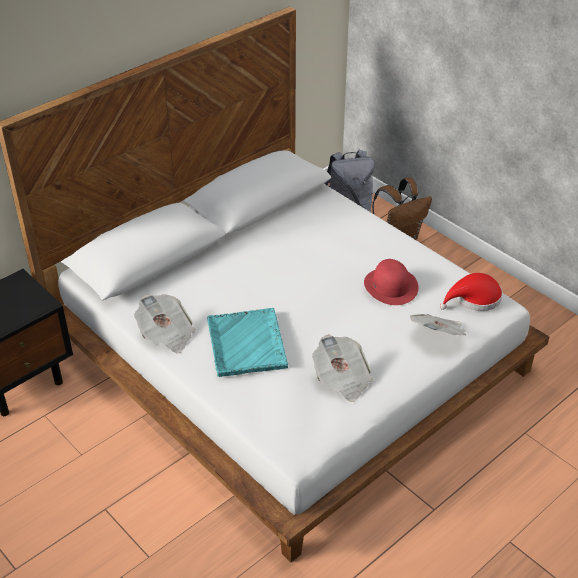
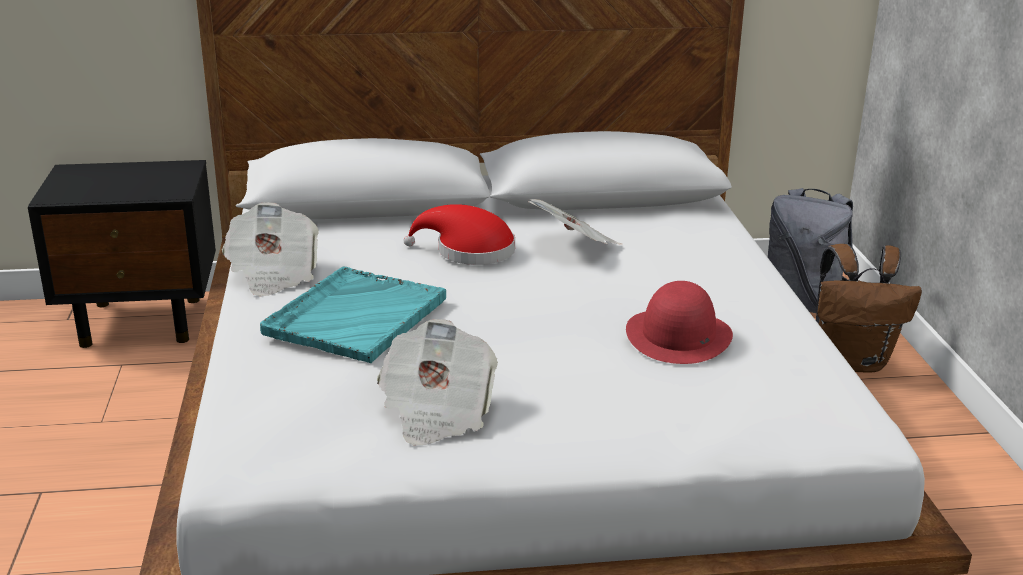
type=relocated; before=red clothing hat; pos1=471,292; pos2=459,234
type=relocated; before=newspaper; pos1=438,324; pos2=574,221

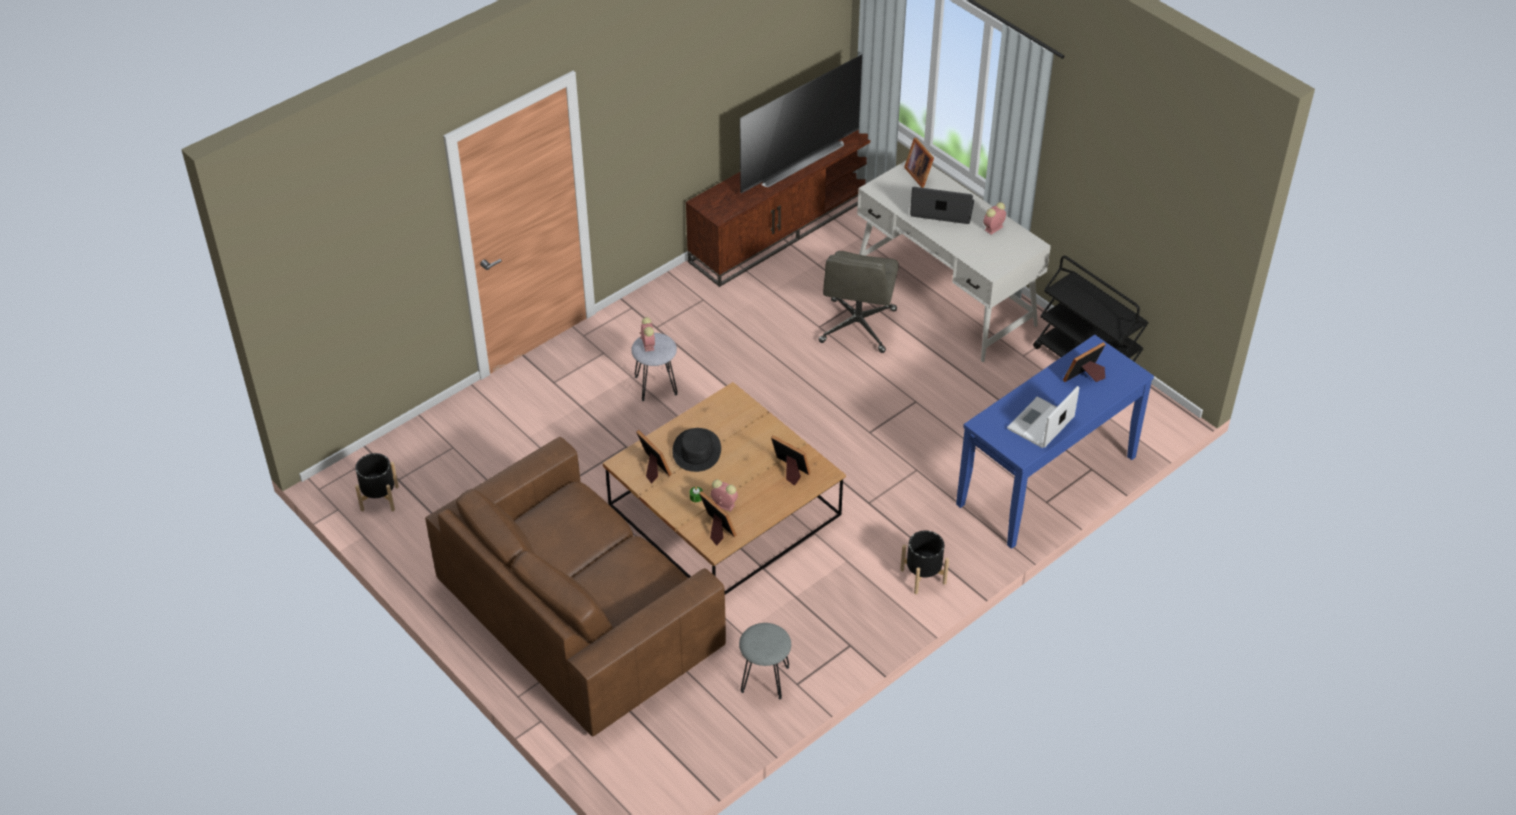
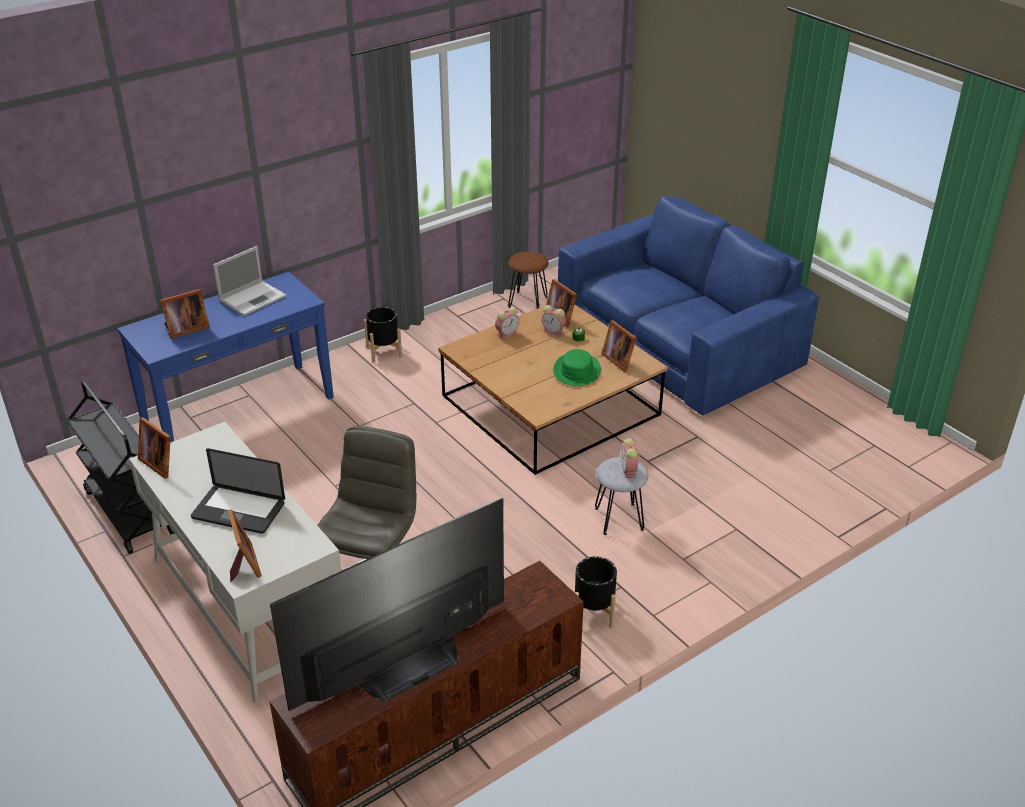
type=relocated; before=table clock; pos1=995,218; pos2=507,323
type=colour; before=black-coloured clothing hat; after=green clothing hat; pos1=696,450; pos2=577,367
type=relocated; before=standing frame; pos1=791,460; pos2=154,448
type=colour; before=brown couch; after=blue-coloured couch; pos1=575,586; pos2=688,305
type=relocated; before=black-coloured flower pot; pos1=377,482; pos2=596,592
type=colour; before=grey stool; after=brown stool; pos1=765,661; pos2=528,280

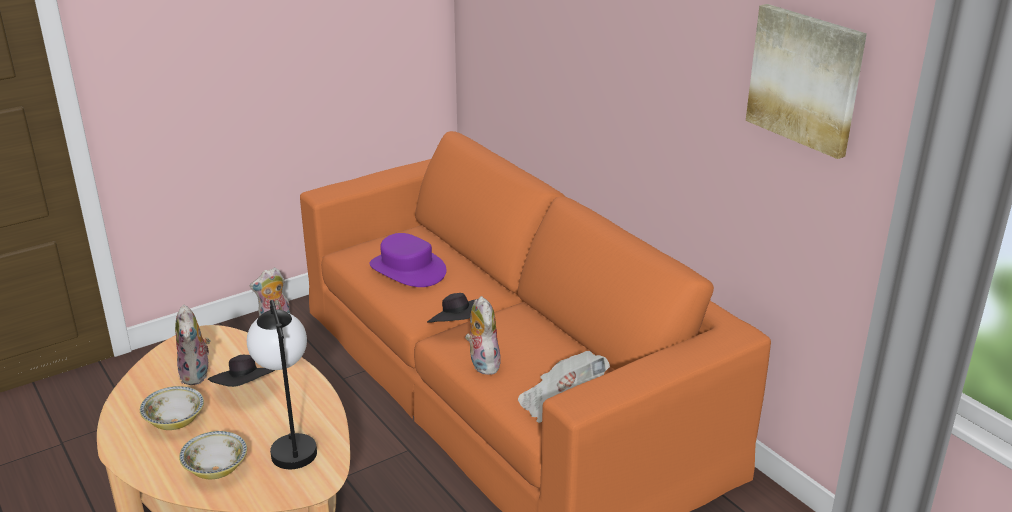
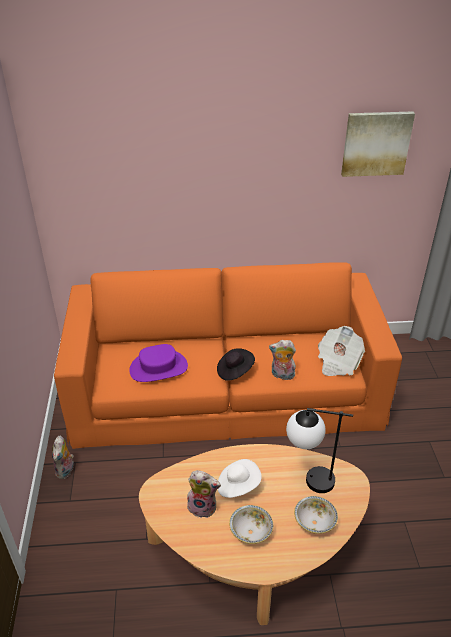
type=colour; before=black-coloured clothing hat; after=whitish clothing hat; pos1=241,371; pos2=240,478

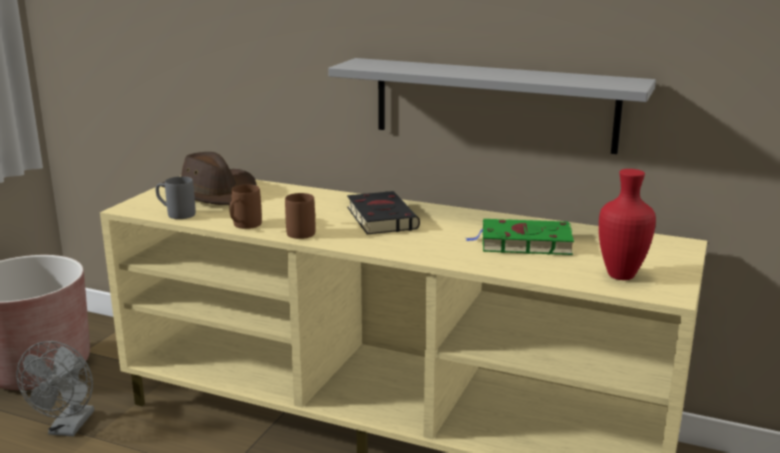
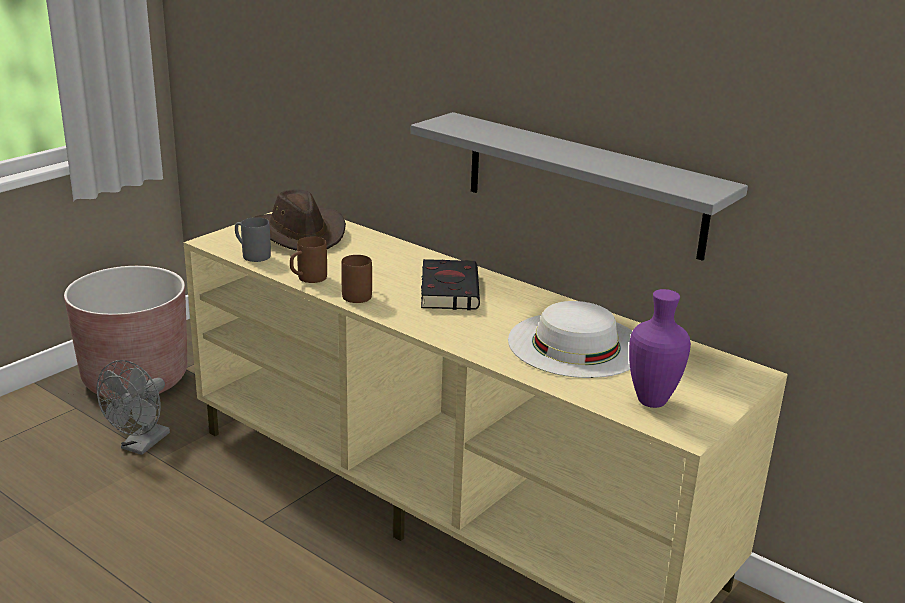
type=colour; before=red vase; after=purple vase; pos1=627,224; pos2=660,348
type=exchanged; before=green volume; after=whitish clothing hat; pos1=519,237; pos2=570,339

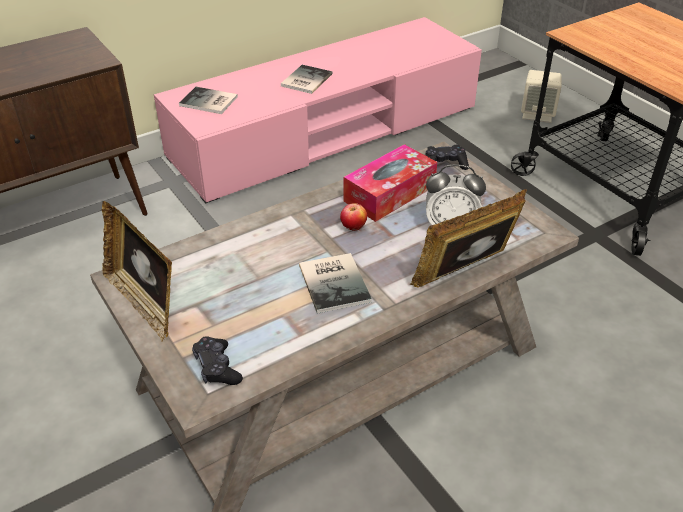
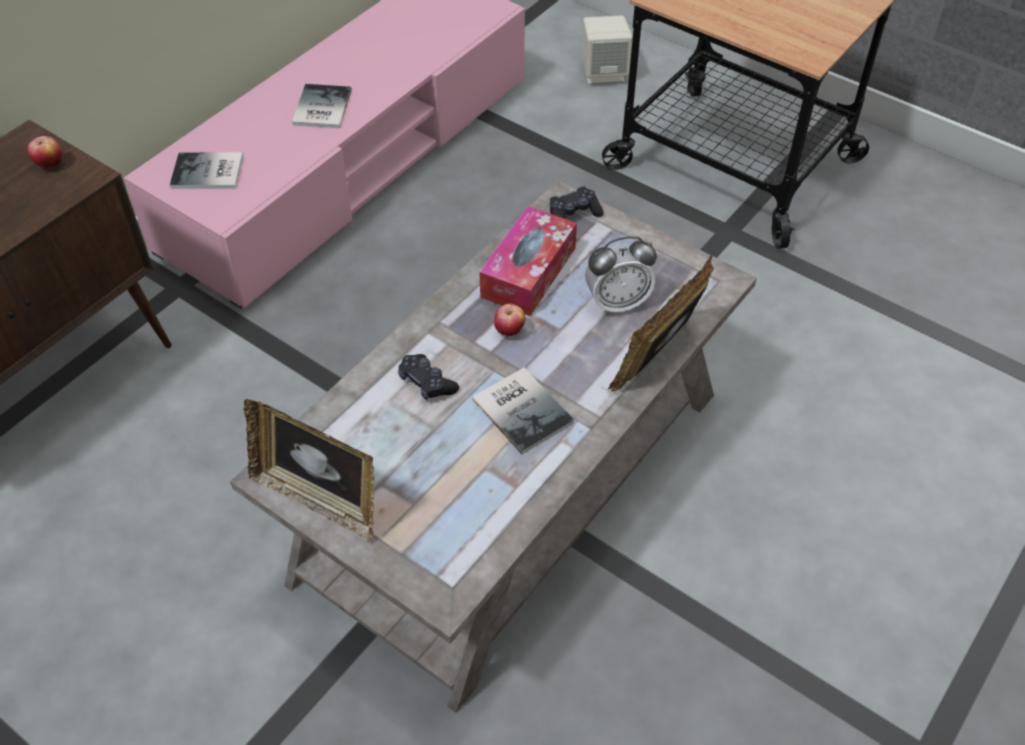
type=relocated; before=black-coloured game controller; pos1=217,360; pos2=428,377
type=appeared; after=apple; pos2=44,152

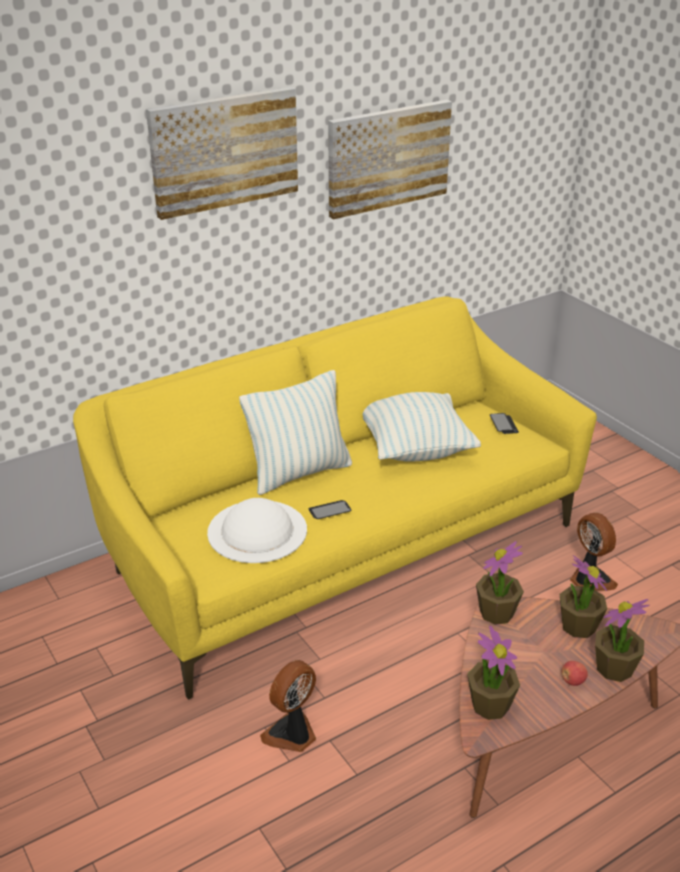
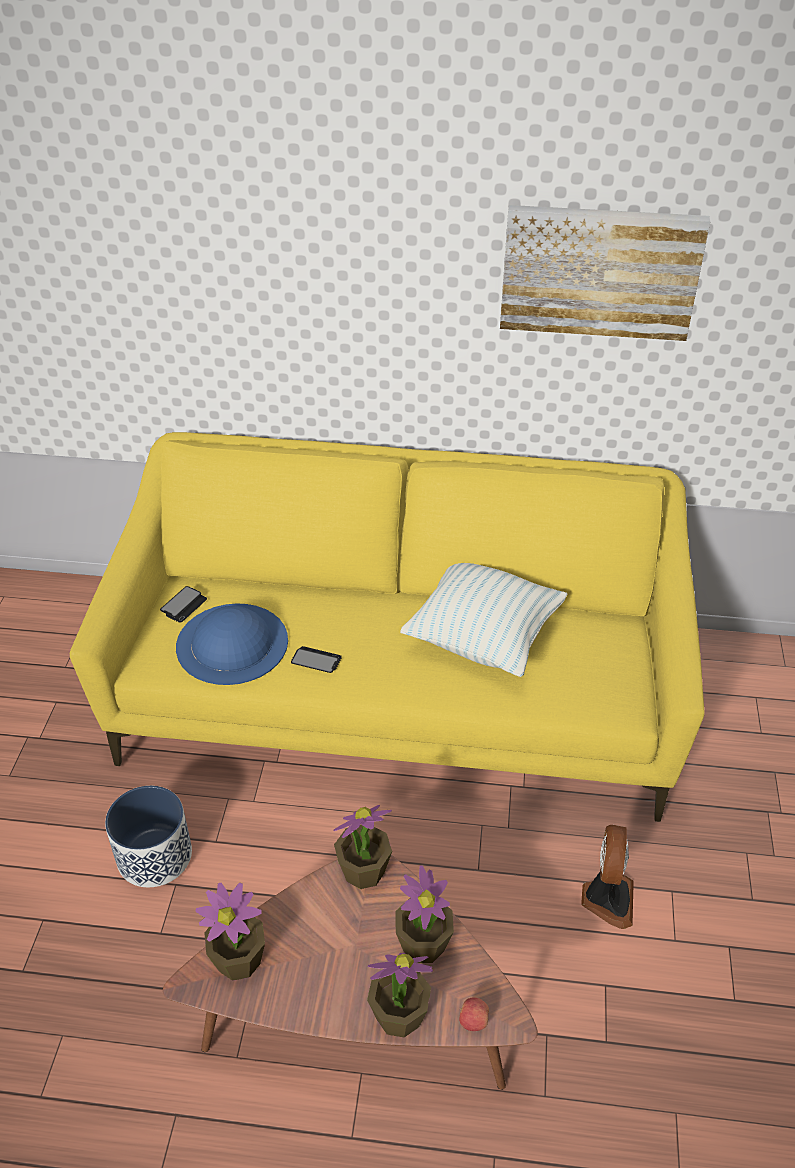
type=missing; before=wall art; pos1=222,153
type=missing; before=throw pillow; pos1=295,432
type=relocated; before=telephone; pos1=504,423; pos2=183,604
type=colour; before=whitish clothing hat; after=blue-coloured clothing hat; pos1=257,530; pos2=232,644
type=exchanged; before=cooling fan; after=flower pot; pos1=288,706; pos2=148,837
type=relocated; before=apple; pos1=575,673; pos2=474,1014

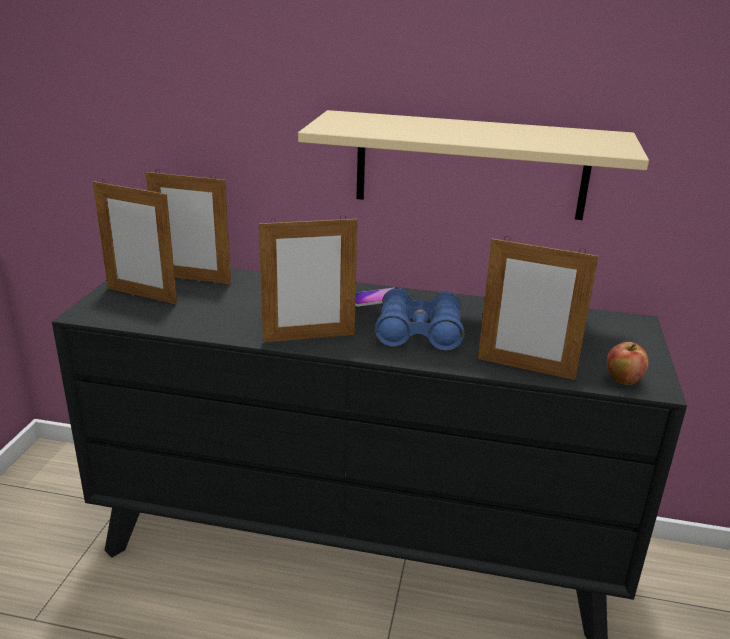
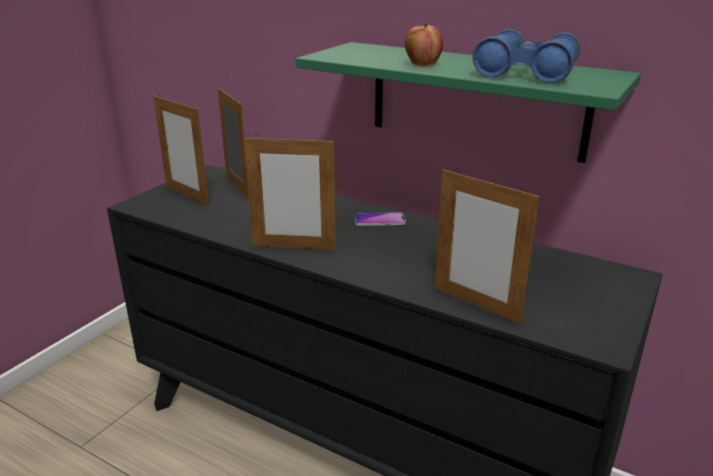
type=colour; before=sand-coloured shelf; after=green shelf; pos1=473,165; pos2=468,102
type=spun; before=standing frame; pos1=188,226; pos2=233,143; turn=-150
type=relocated; before=blue-coloured pair of binoculars; pos1=419,319; pos2=526,56
type=relocated; before=apple; pos1=628,363; pos2=424,45

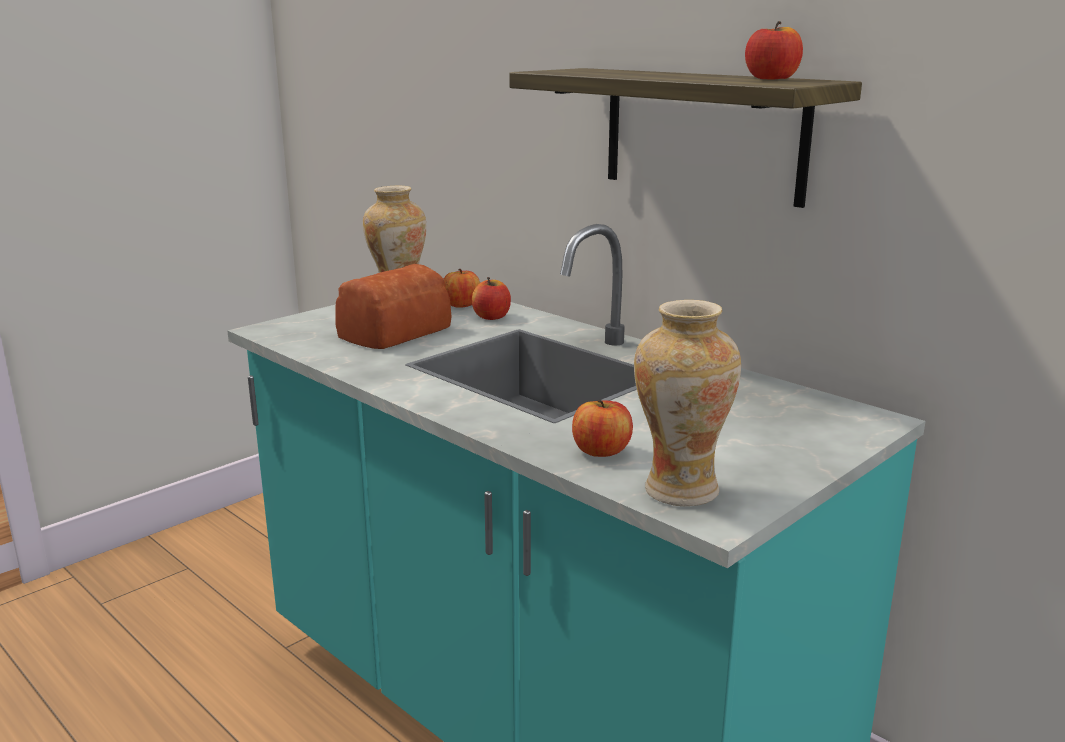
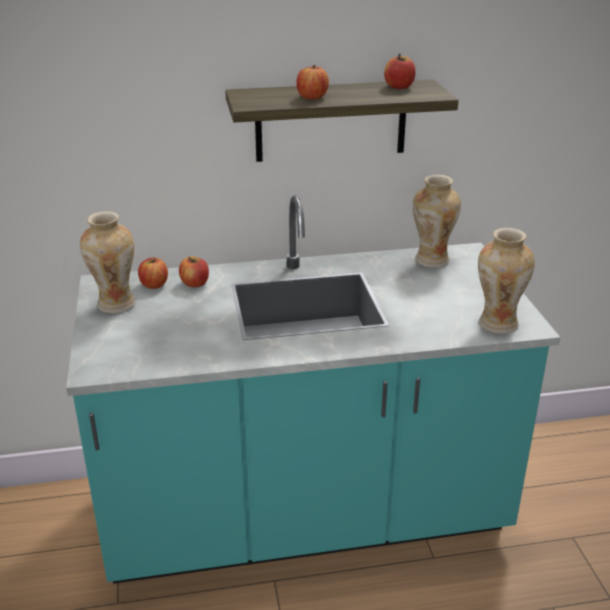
type=missing; before=bread; pos1=393,306
type=relocated; before=apple; pos1=602,428; pos2=312,82
type=appeared; after=vase; pos2=437,221

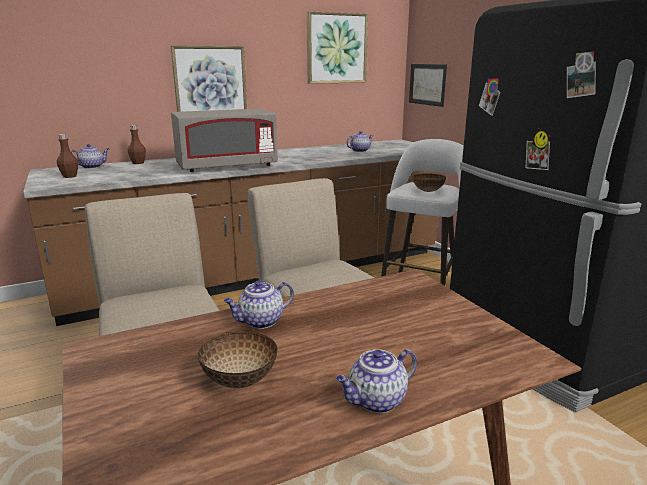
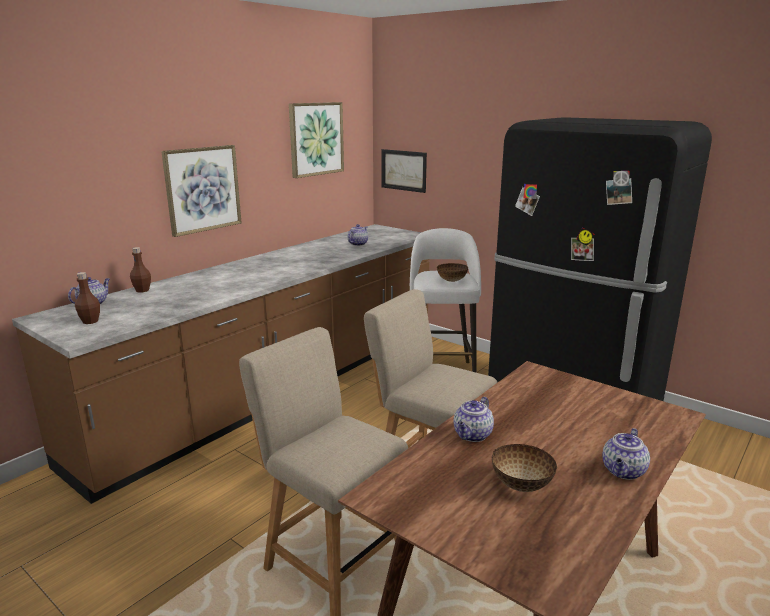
type=missing; before=grey kitchen microwave; pos1=224,140

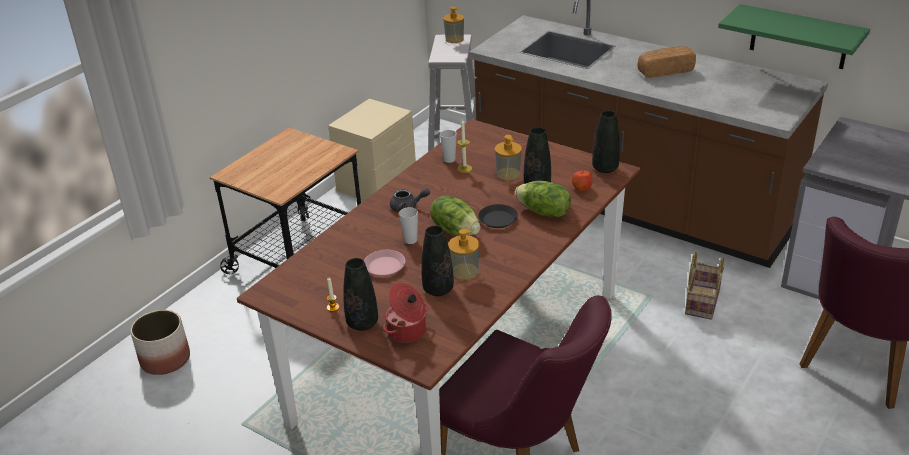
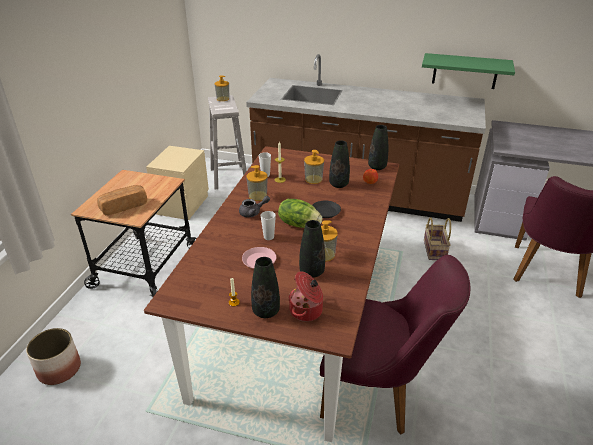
type=relocated; before=bread; pos1=666,62; pos2=122,200
type=missing; before=lettuce head; pos1=543,199
type=appeared; after=liquid soap bottle; pos2=257,183

